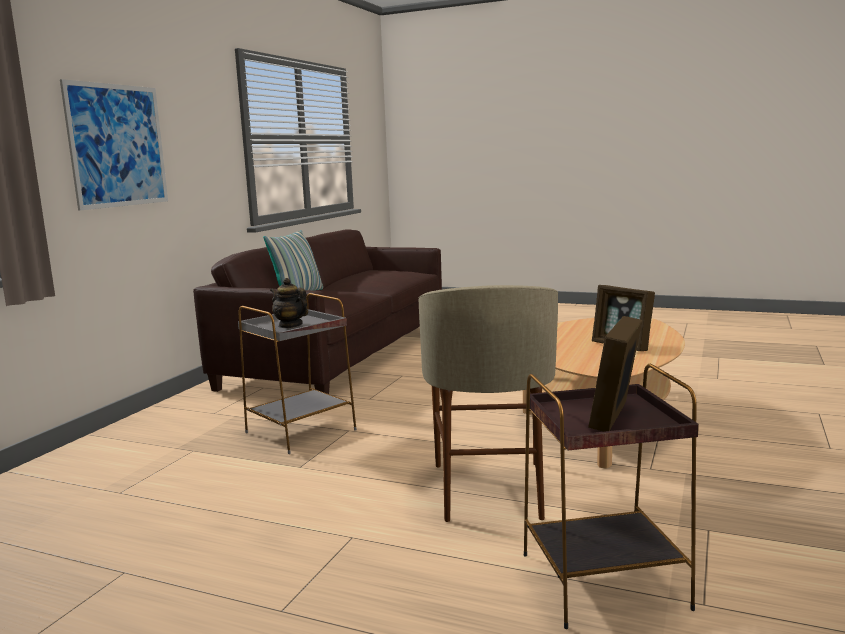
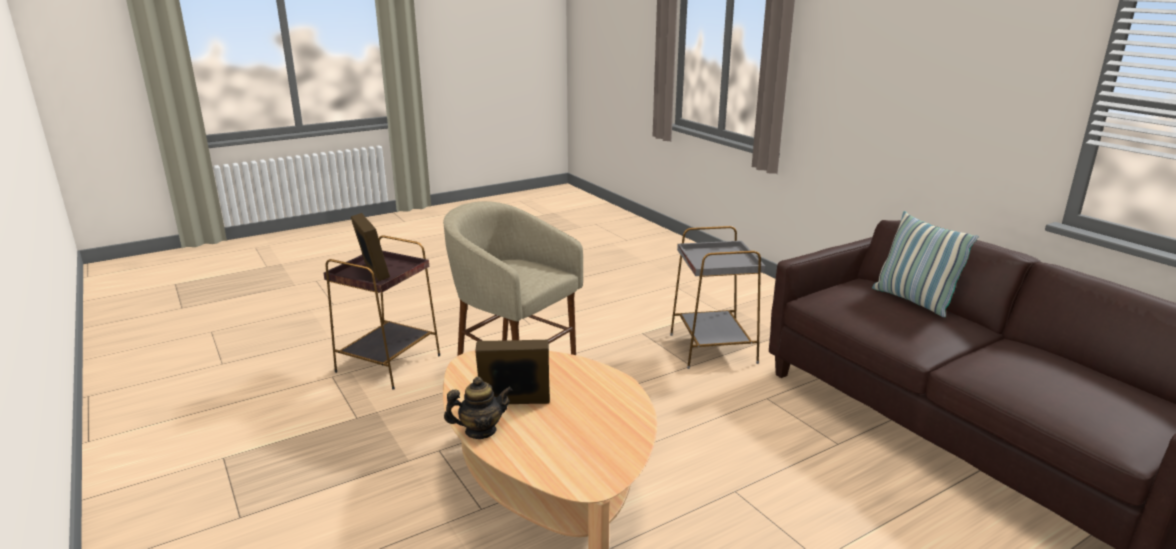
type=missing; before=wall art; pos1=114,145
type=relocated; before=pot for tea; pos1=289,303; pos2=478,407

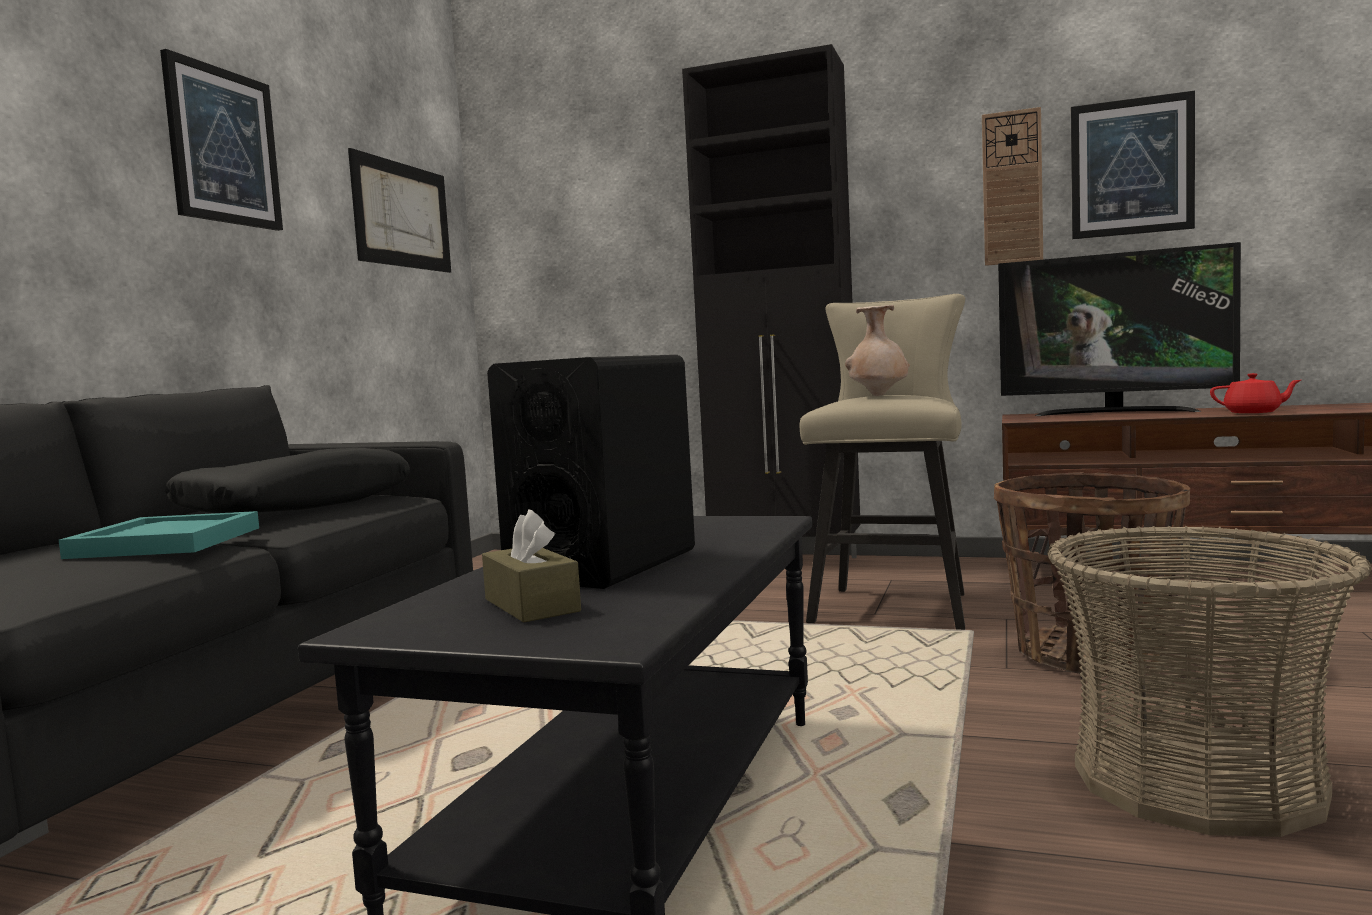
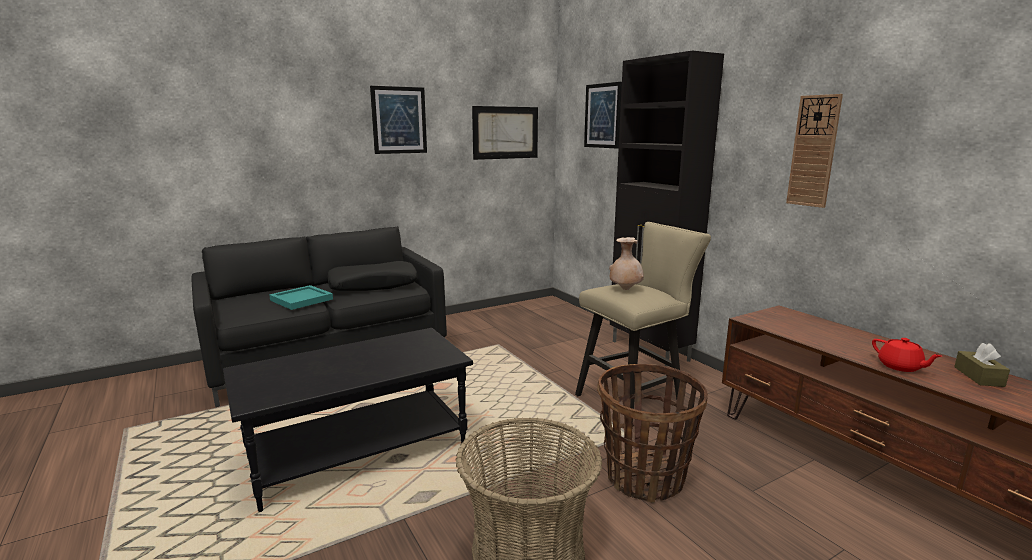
type=relocated; before=wall art; pos1=1133,165; pos2=603,115
type=missing; before=TV; pos1=1119,329
type=missing; before=black-coloured loudspeaker; pos1=591,472
type=relocated; before=brown tissue holder; pos1=531,566; pos2=982,365

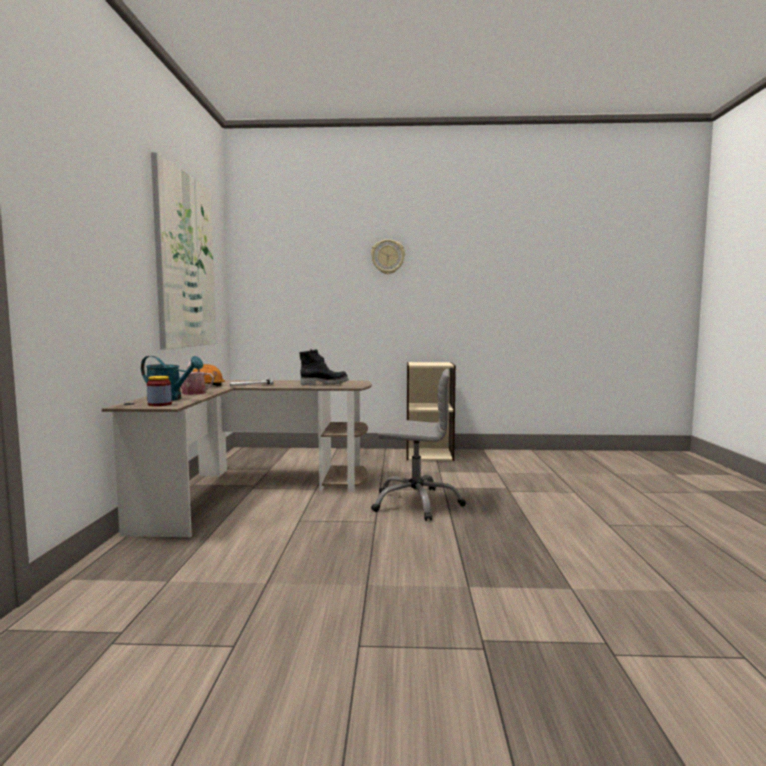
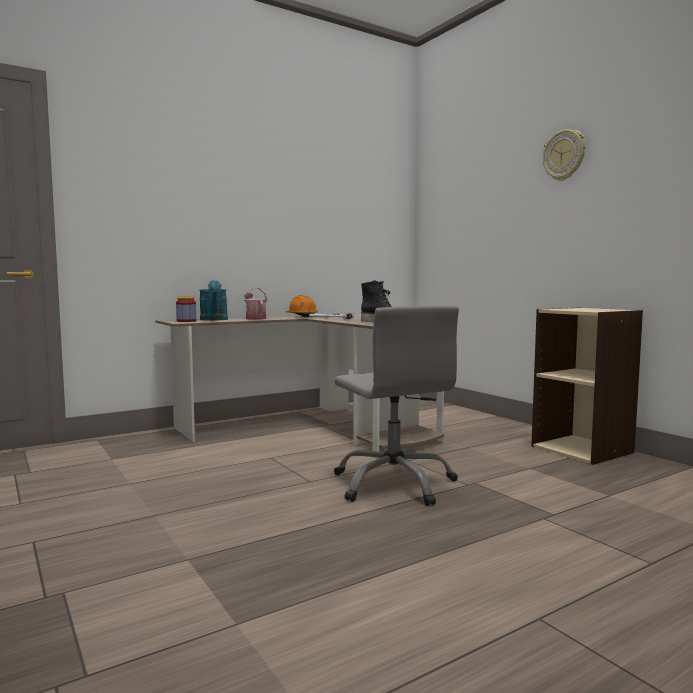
type=missing; before=wall art; pos1=183,250

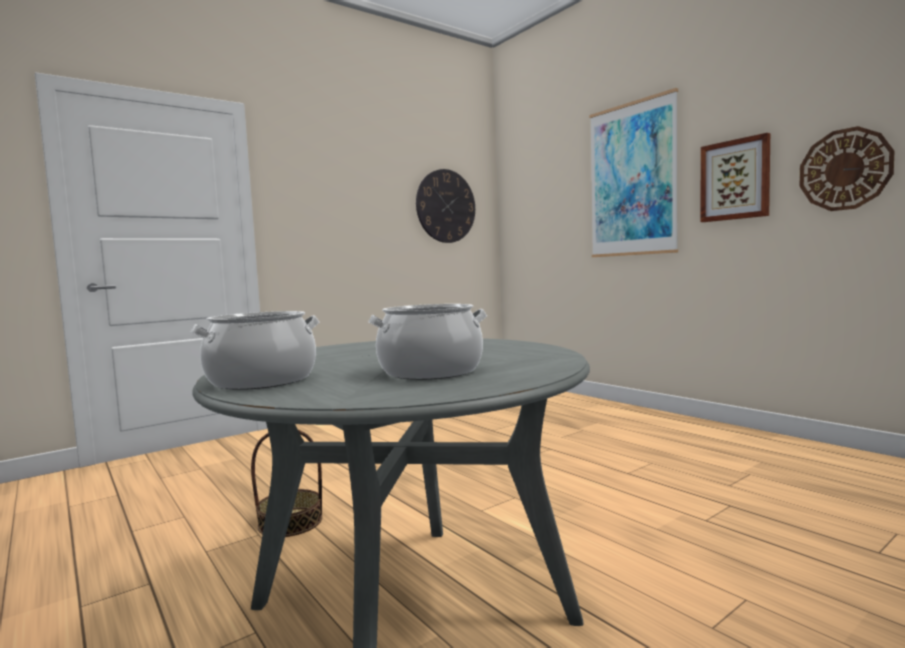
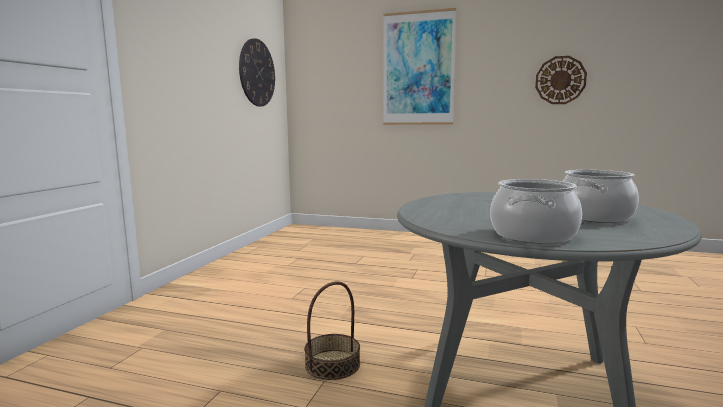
type=missing; before=wall art; pos1=735,177

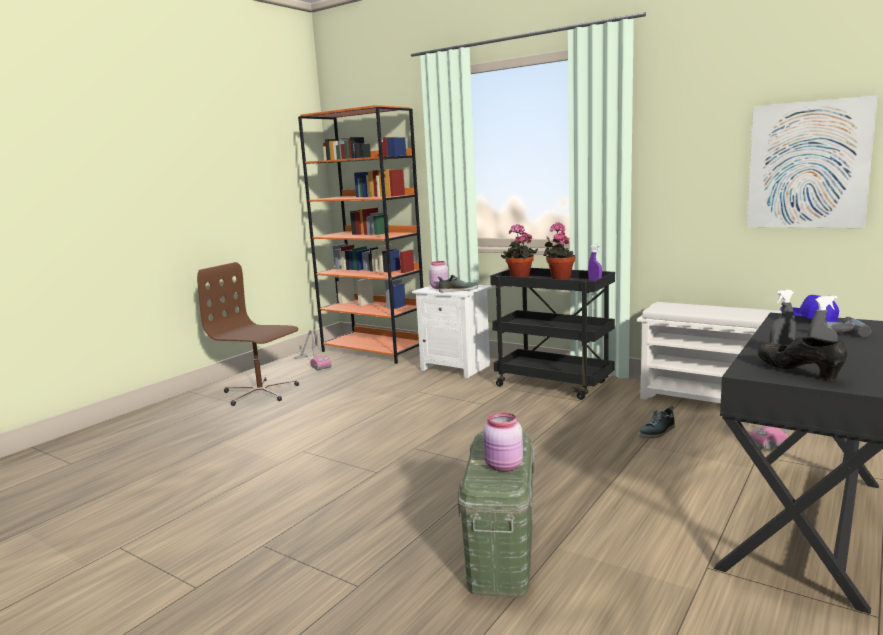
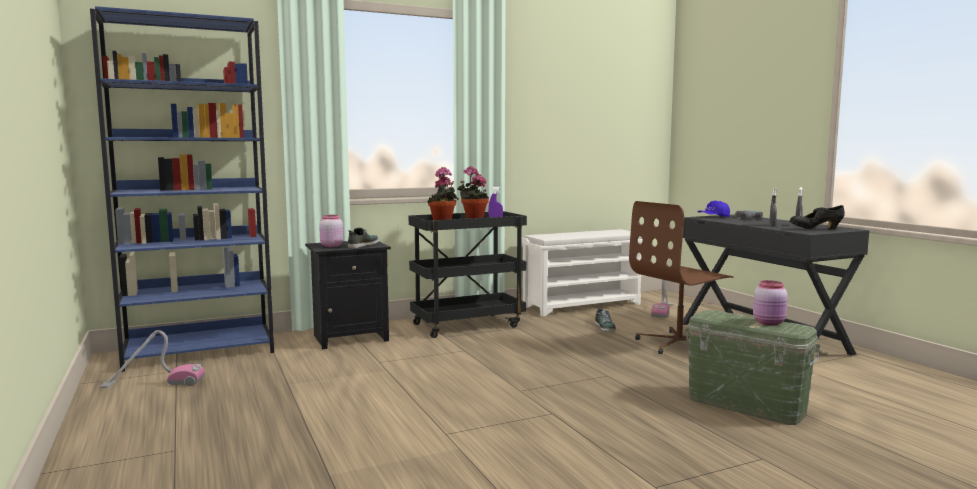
type=missing; before=wall art; pos1=812,162
type=colour; before=orange-coloured bookshelf; after=blue-coloured bookshelf; pos1=360,234; pos2=182,189
type=relocated; before=brown office chair; pos1=248,334; pos2=681,277
type=colour; before=whitish night table; after=black-coloured night table; pos1=452,331; pos2=348,295

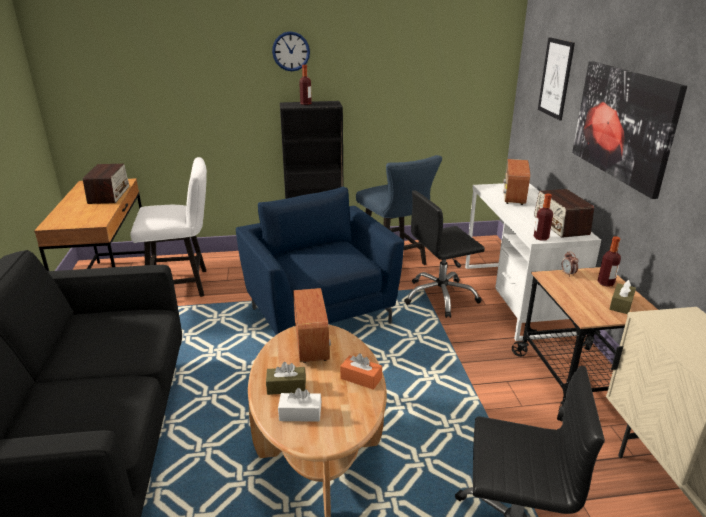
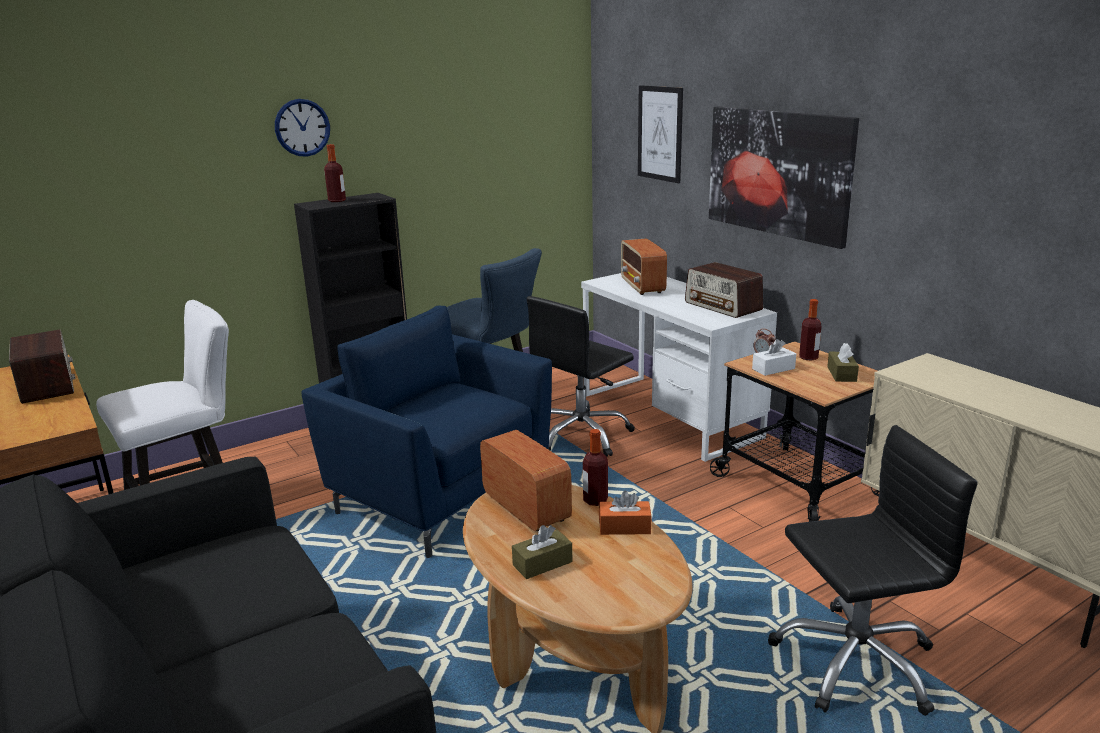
type=relocated; before=bottle; pos1=543,217; pos2=595,467
type=relocated; before=whitish tissue holder; pos1=299,405; pos2=774,357

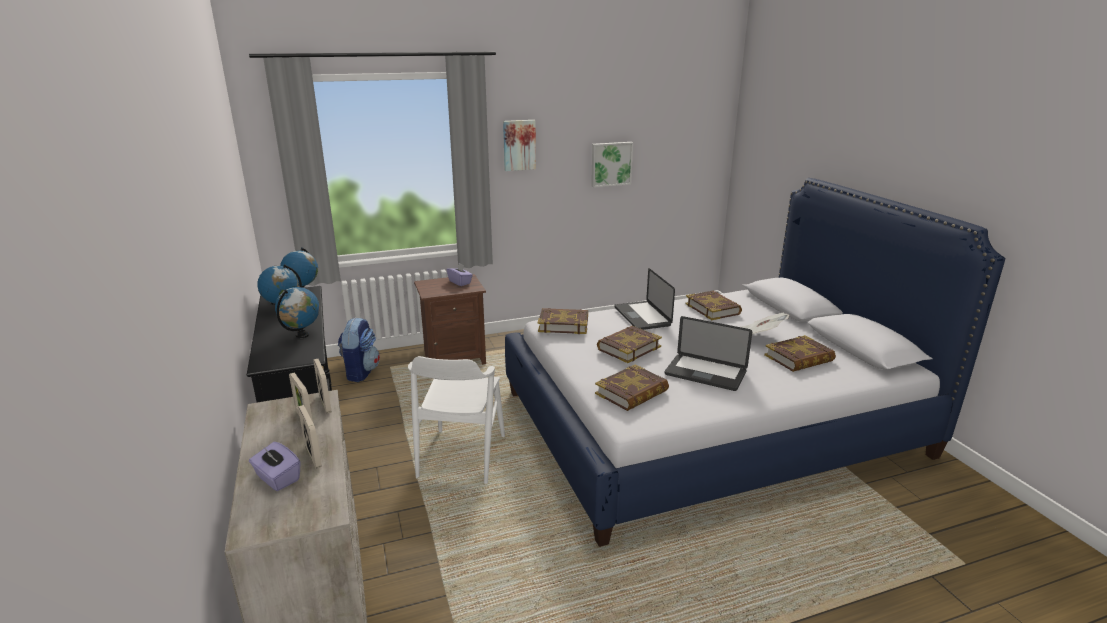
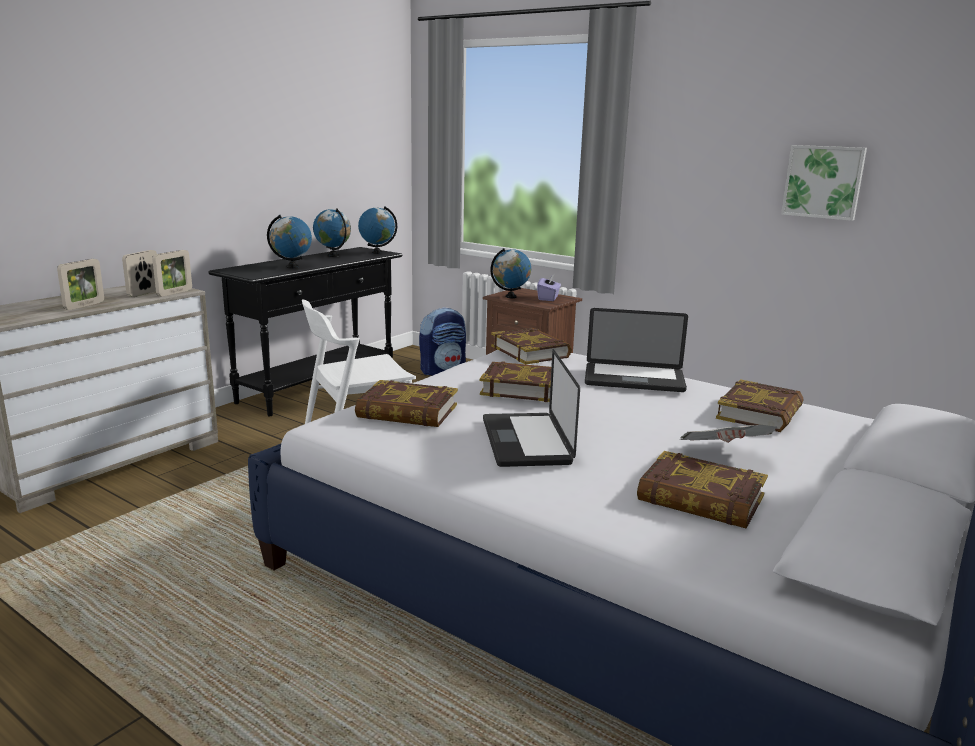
type=missing; before=wall art; pos1=519,145
type=spun; before=portable computer; pos1=644,299; pos2=636,350; turn=-120
type=missing; before=purple tissue holder; pos1=274,466
type=appeared; after=globe; pos2=510,273

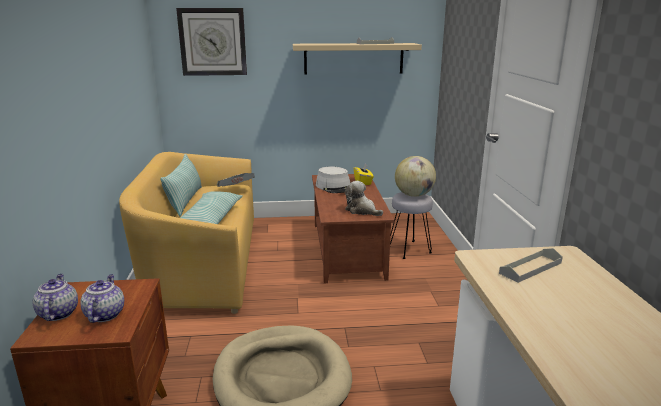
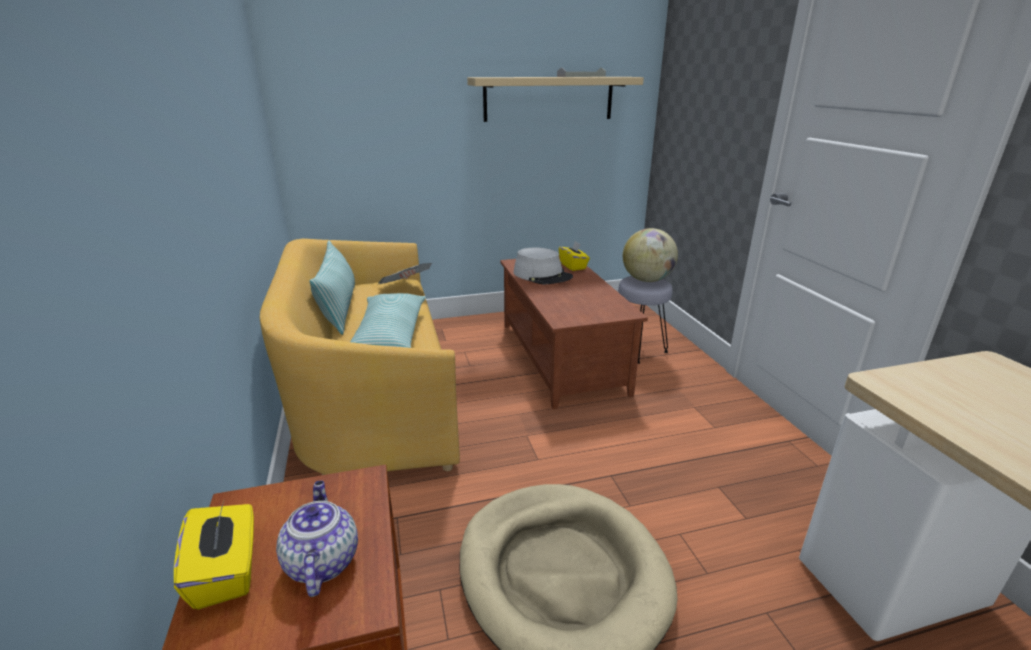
type=missing; before=wall clock; pos1=211,42
type=missing; before=soft toy; pos1=364,198
type=missing; before=grey serving tray; pos1=531,265
type=exchanged; before=pot for tea; after=yellowish tissue holder; pos1=55,297; pos2=214,555

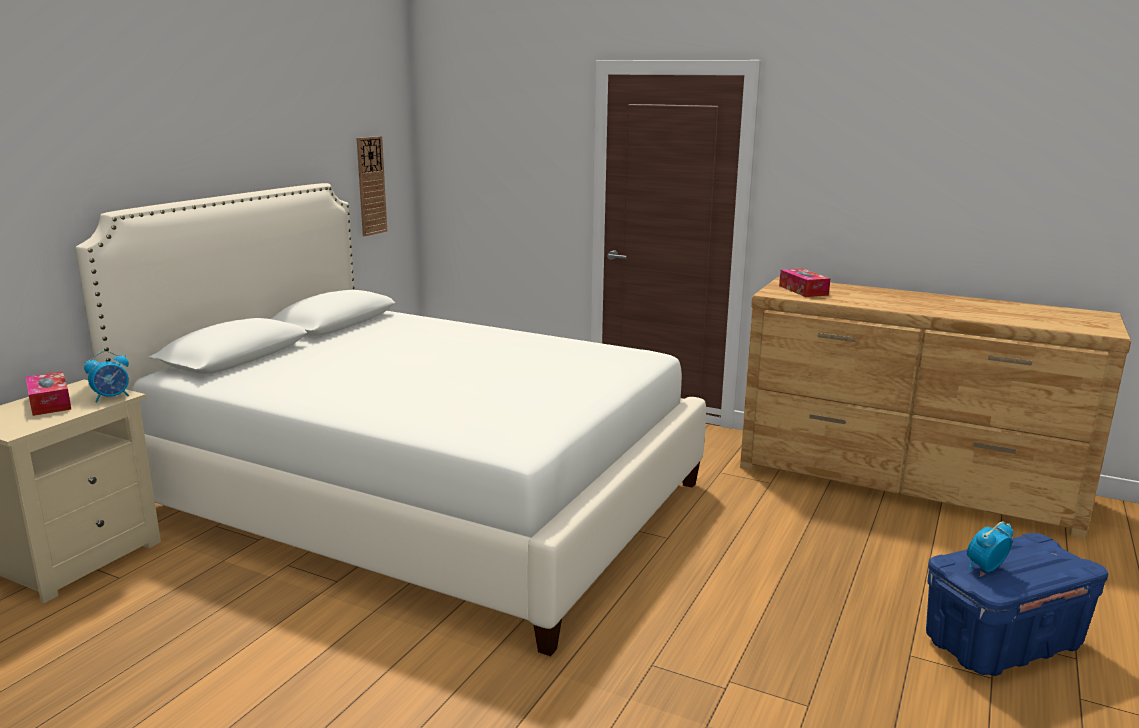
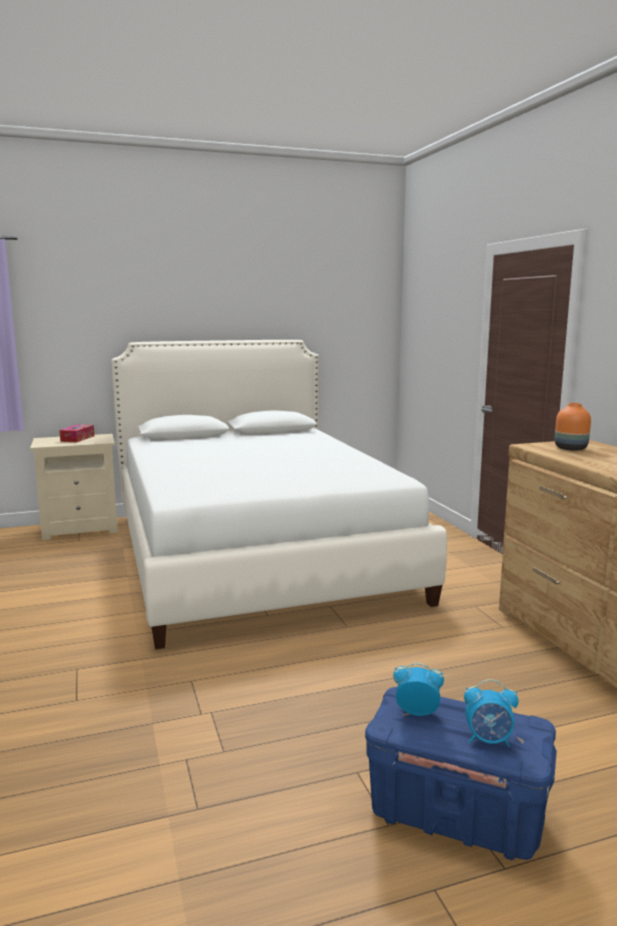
type=missing; before=wall clock; pos1=372,186
type=exchanged; before=tissue holder; after=orange-coloured vase; pos1=804,282; pos2=573,426
type=relocated; before=table clock; pos1=106,376; pos2=491,713

